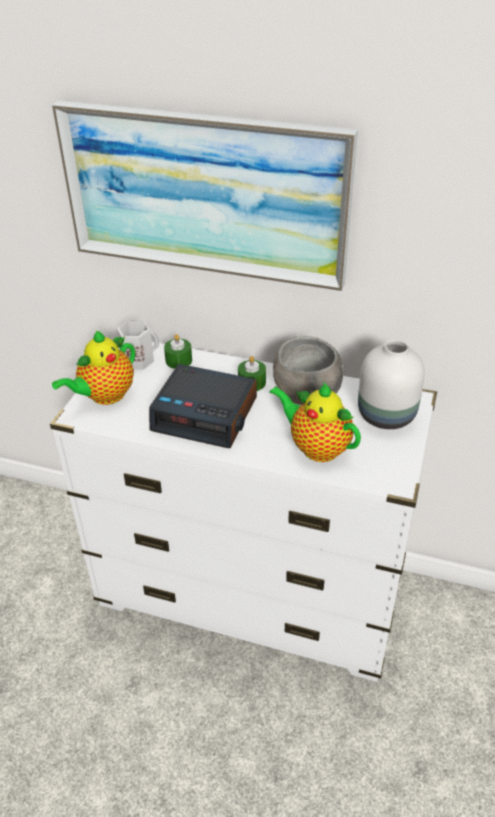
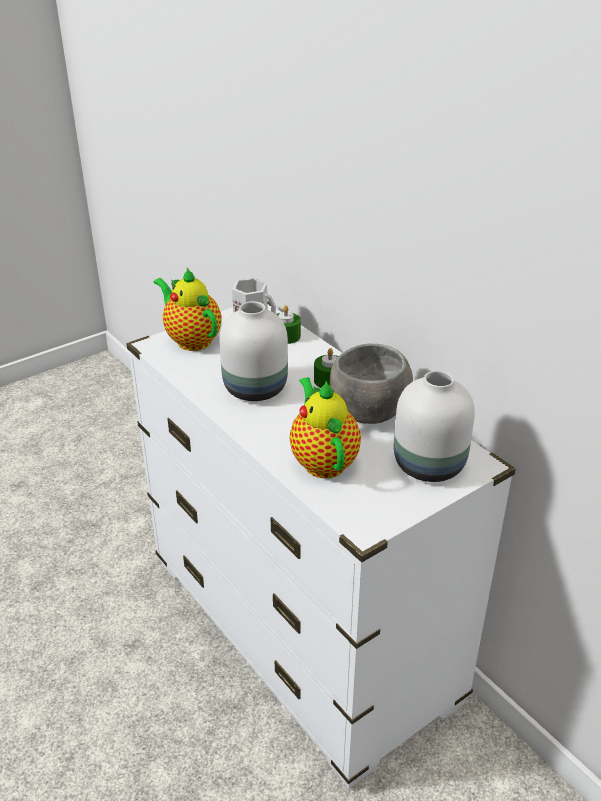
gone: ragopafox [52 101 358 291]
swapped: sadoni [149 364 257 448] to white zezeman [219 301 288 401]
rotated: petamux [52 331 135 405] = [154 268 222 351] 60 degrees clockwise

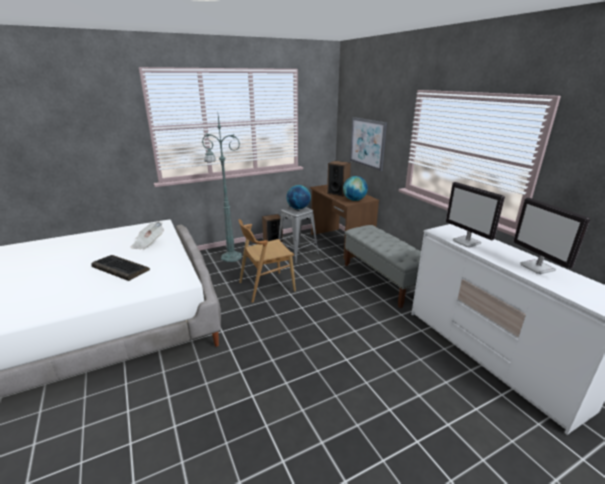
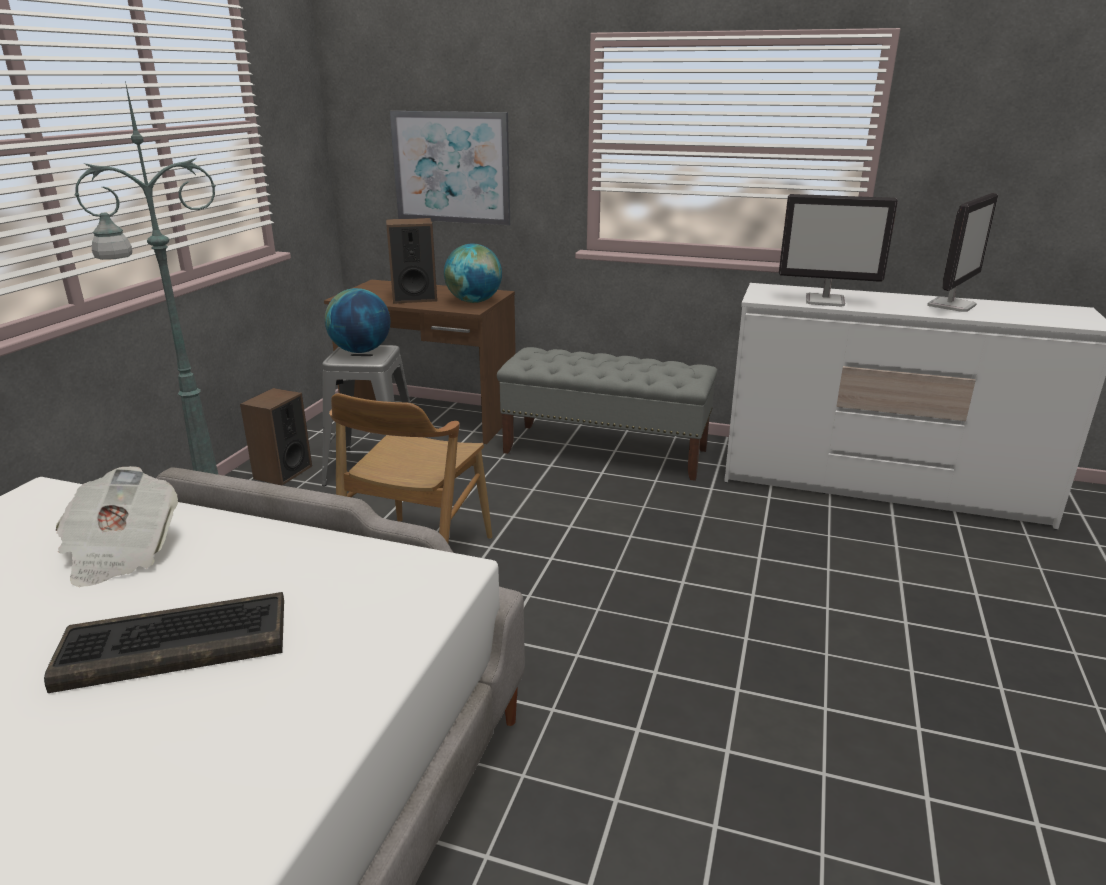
rotated: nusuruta [513 197 590 274] = [927 193 998 312] 75 degrees counterclockwise

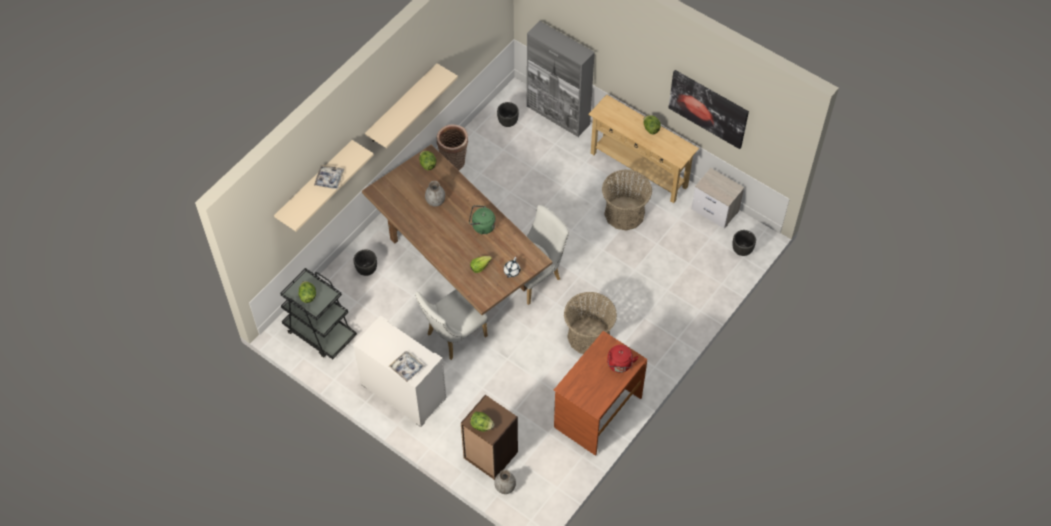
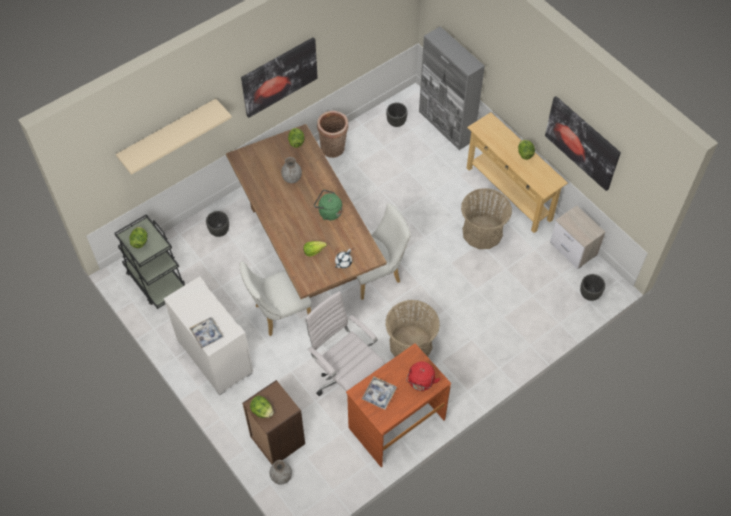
new: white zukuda [305 291 385 396]
shifted: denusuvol [314 165 344 189] to [362 377 397 410]
swapped: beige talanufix [365 63 458 148] to ragopafox [241 37 318 118]

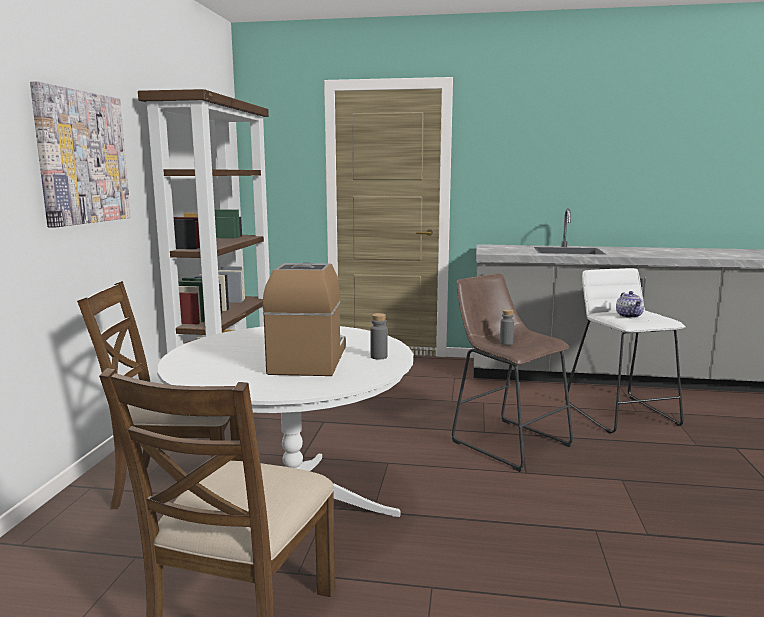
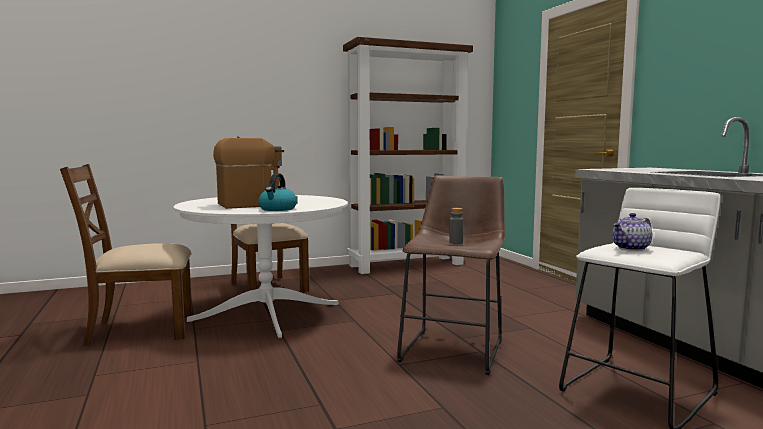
gone: ragopafox [30 81 131 228]
swapped: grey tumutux [370 313 388 360] to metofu [258 173 297 211]

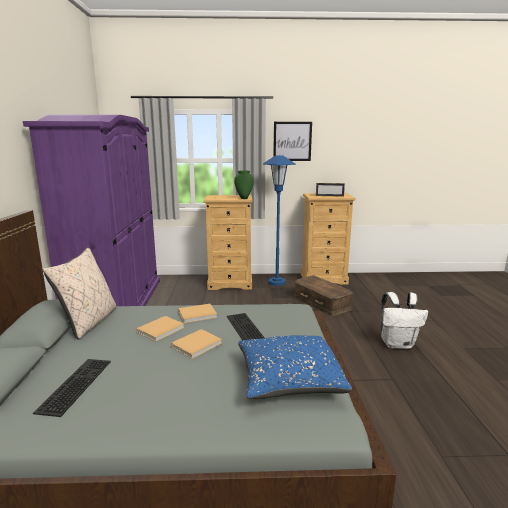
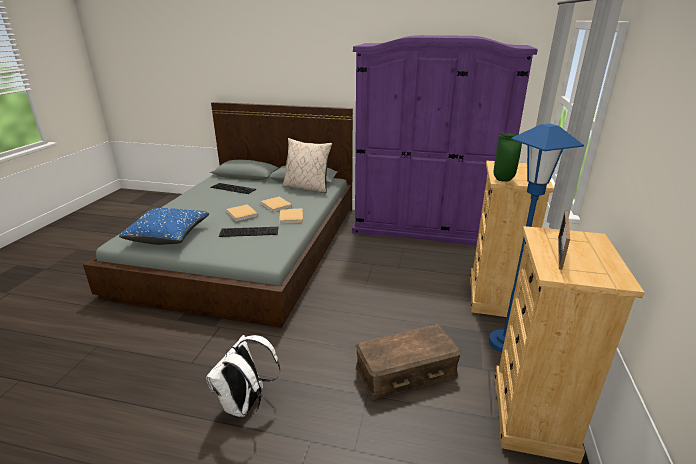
gone: ragopafox [273 122 312 161]

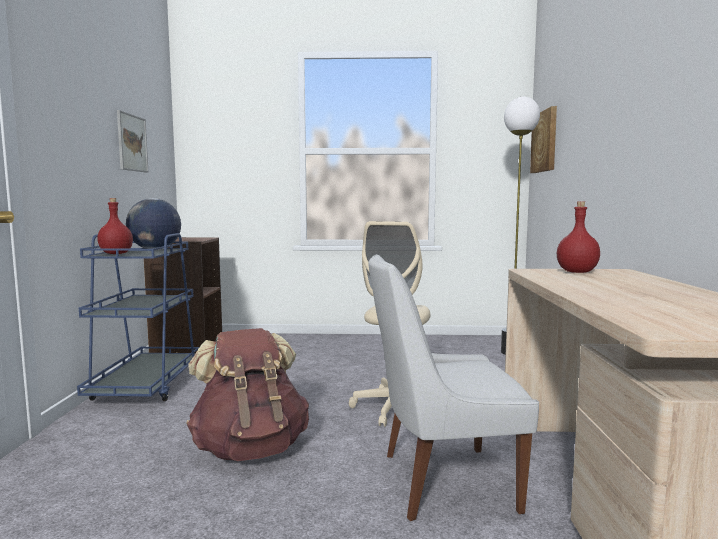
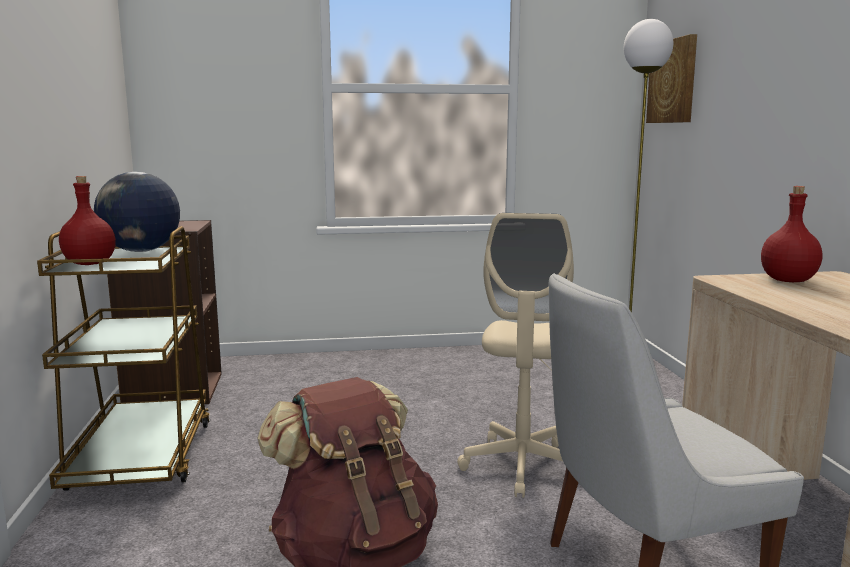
gone: ragopafox [117 110 148 173]
repainted: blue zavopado [77 233 199 401] to brown zavopado [37 226 210 491]

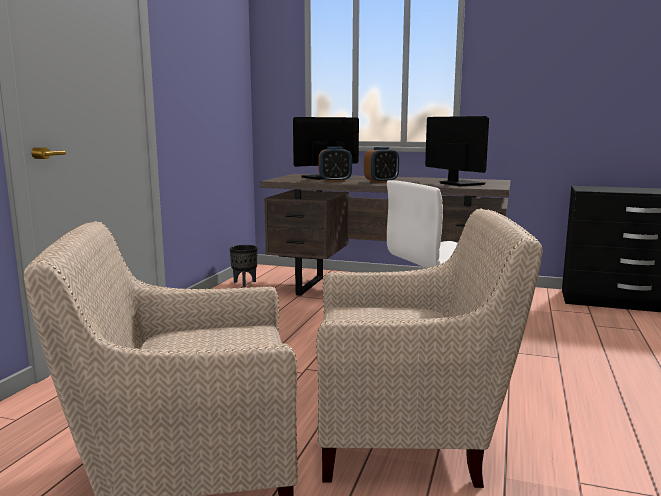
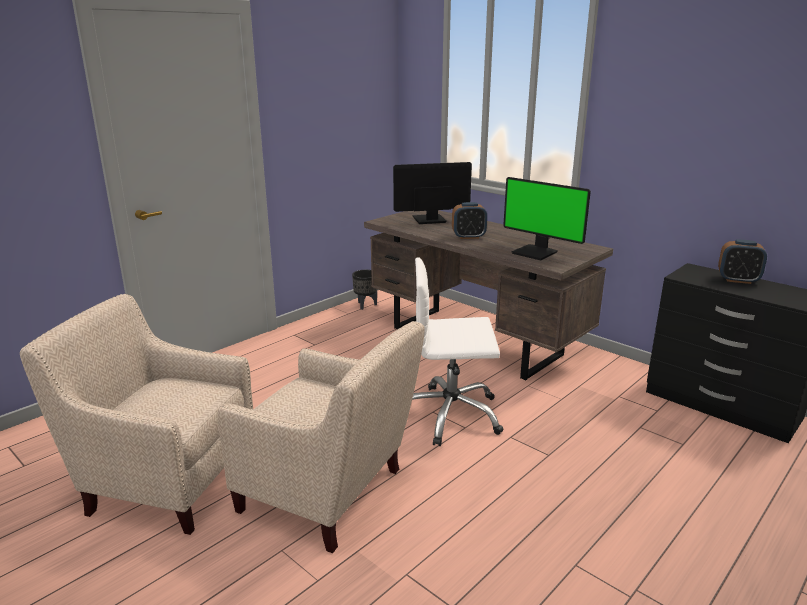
shifted: sadoni [318 147 352 182] to [718 240 767 284]
rotated: nusuruta [425 116 489 186] = [503 177 591 260] 135 degrees clockwise

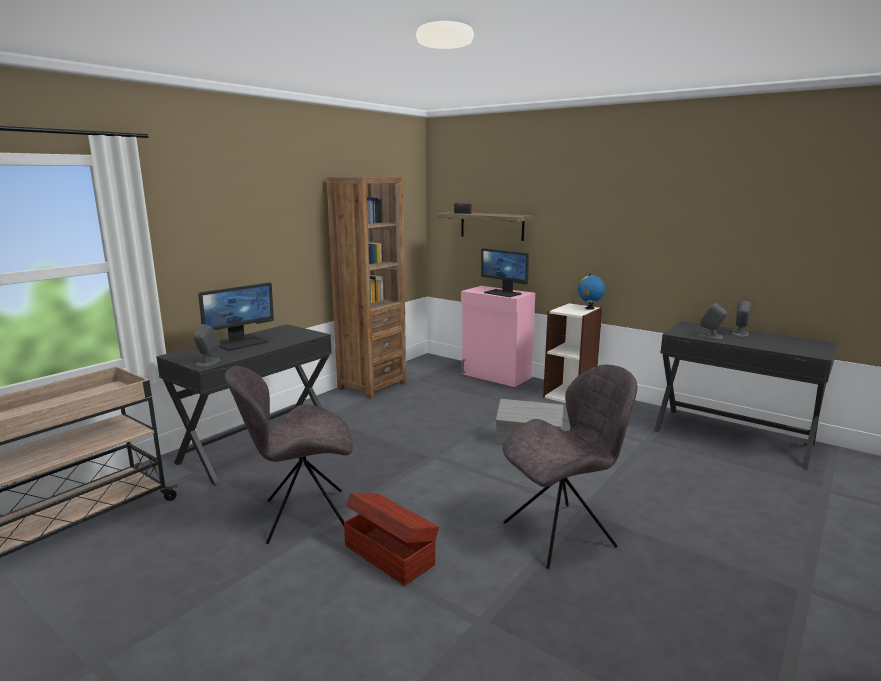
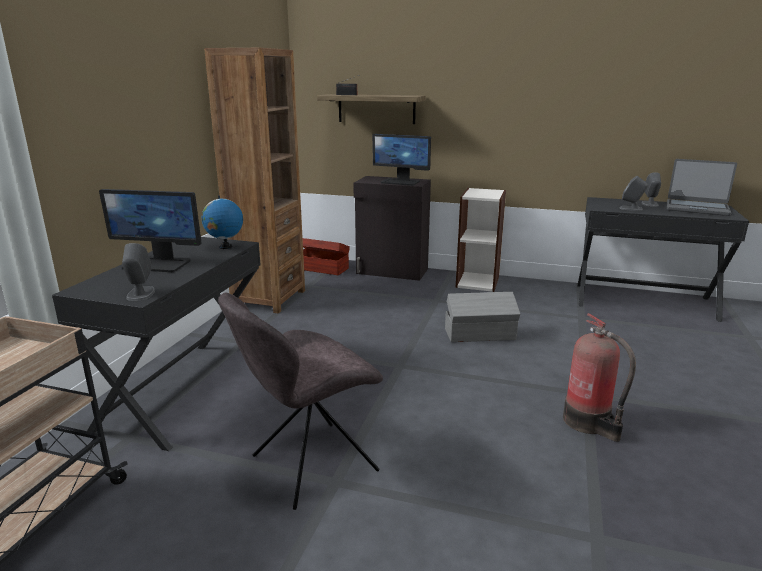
new: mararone [667 159 737 216]
shifted: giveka [578 273 605 309] to [202 195 243 249]; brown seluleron [344 493 439 586] to [303 238 350 275]
swapped: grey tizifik [503 365 638 569] to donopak [563 313 636 442]
repainted: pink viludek [461 286 535 387] to black viludek [353 176 431 281]
rotated: nusuruta [198 282 274 351] = [99 189 202 272] 75 degrees clockwise

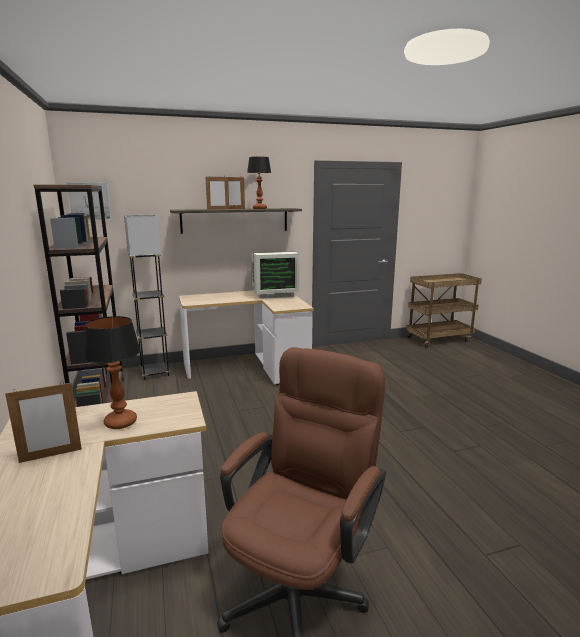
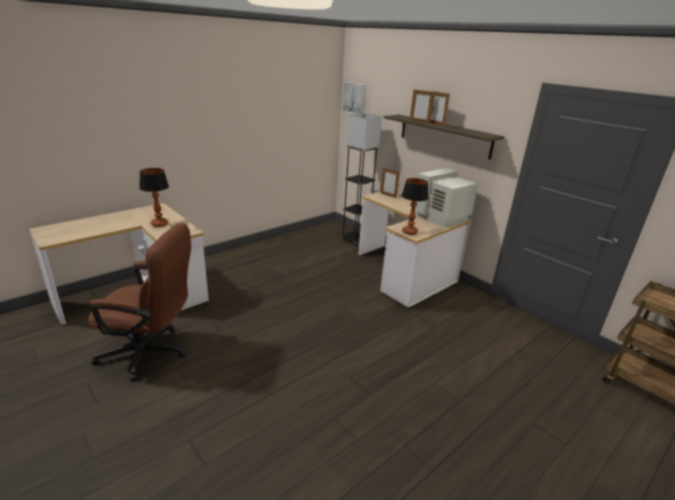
gone: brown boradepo [34 184 124 407]
shifted: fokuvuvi [5 382 82 463] to [380 168 400 198]; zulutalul [247 157 271 209] to [402 178 428 235]
rotated: nusuruta [251 252 299 299] = [415 168 478 228] 90 degrees clockwise

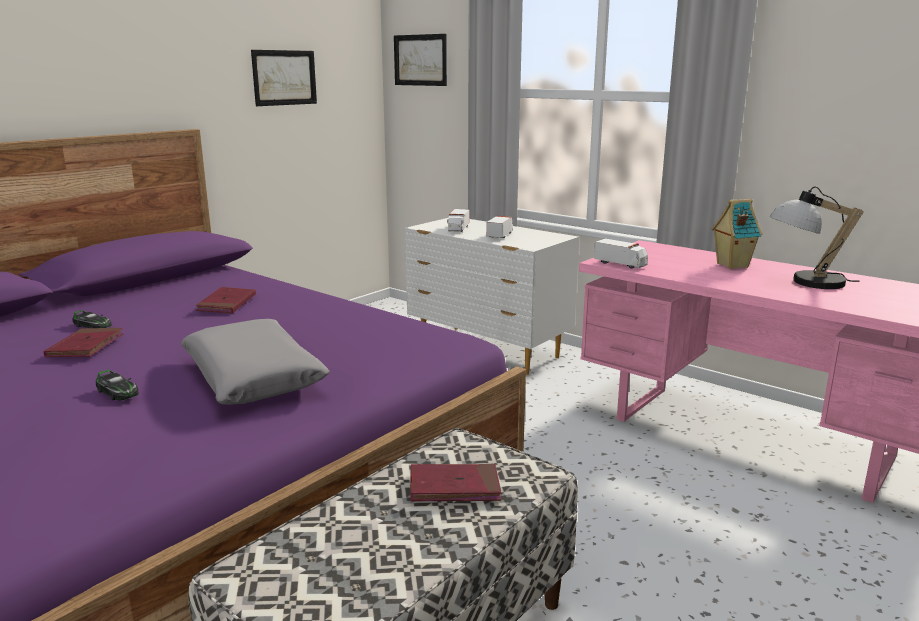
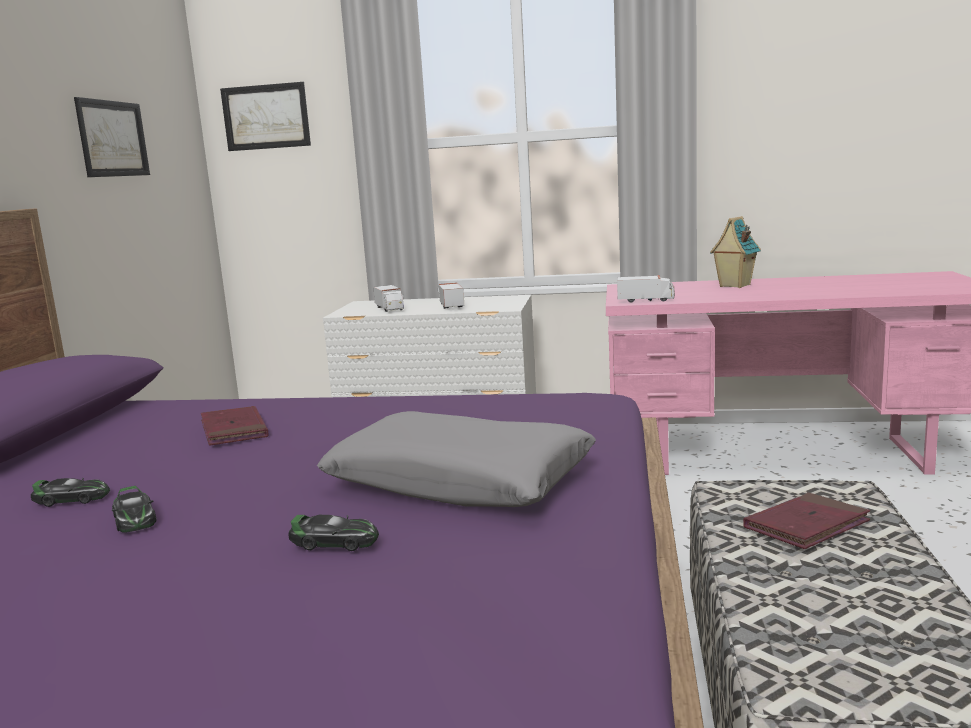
gone: zulutalul [769 186 864 289]
swapped: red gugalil [43 328 124 357] to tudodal [112 486 157 533]

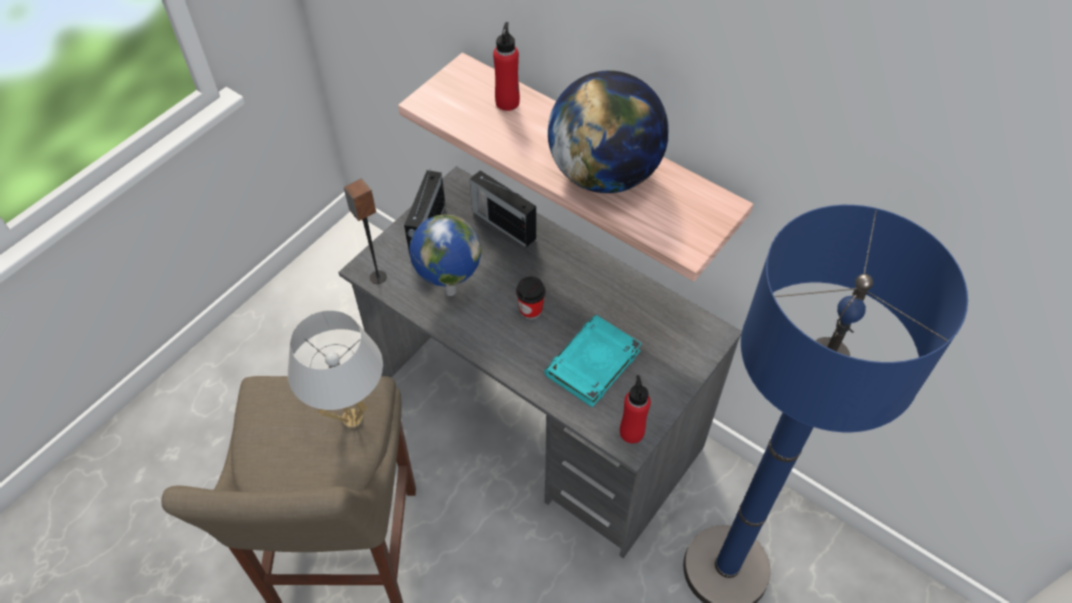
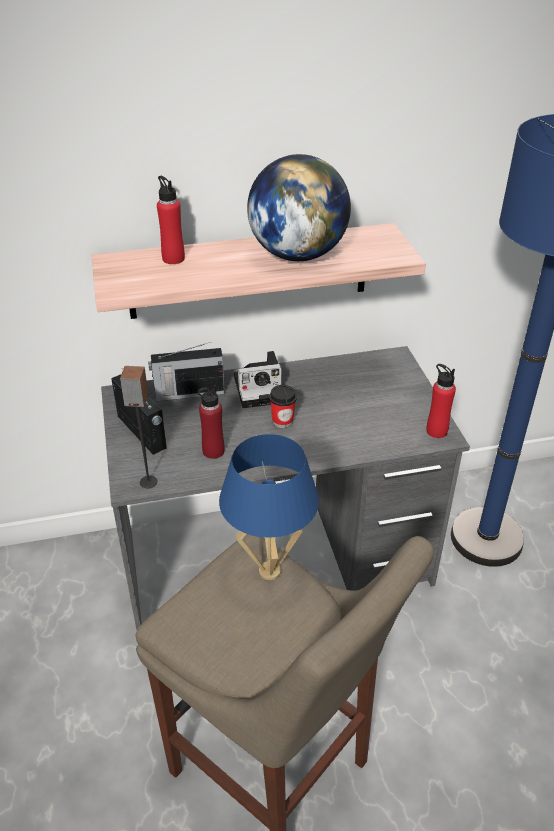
gone: turquoise gugalil [544 315 642 407]
new: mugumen [234 351 282 408]
swapped: giveka [409 214 482 296] to red tumutux [197 385 225 459]
repainted: white zulutalul [288 310 383 428] to blue zulutalul [219 434 319 580]

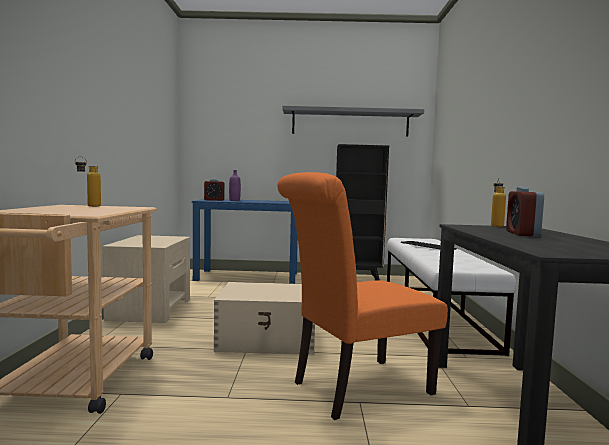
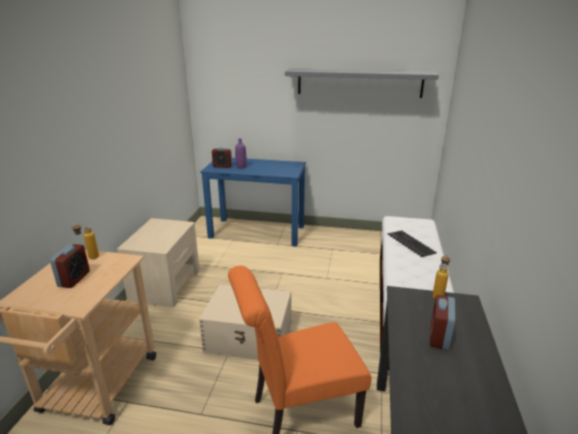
gone: black boradepo [336 144 389 281]
new: sadoni [50 244 90 288]

